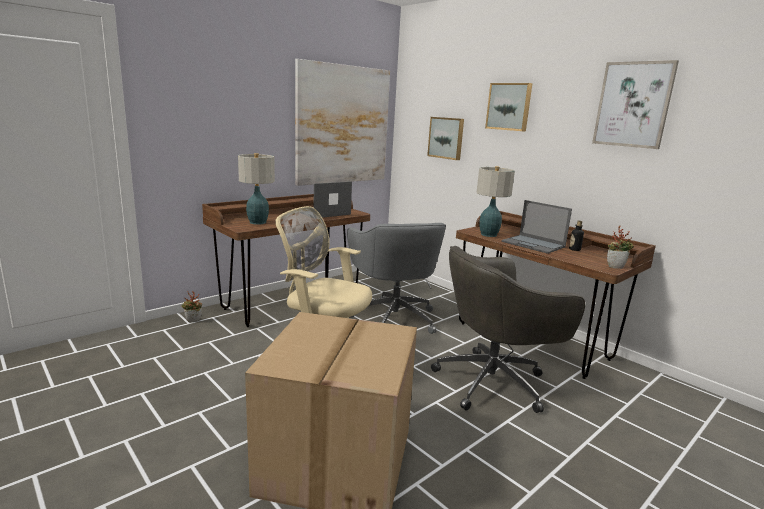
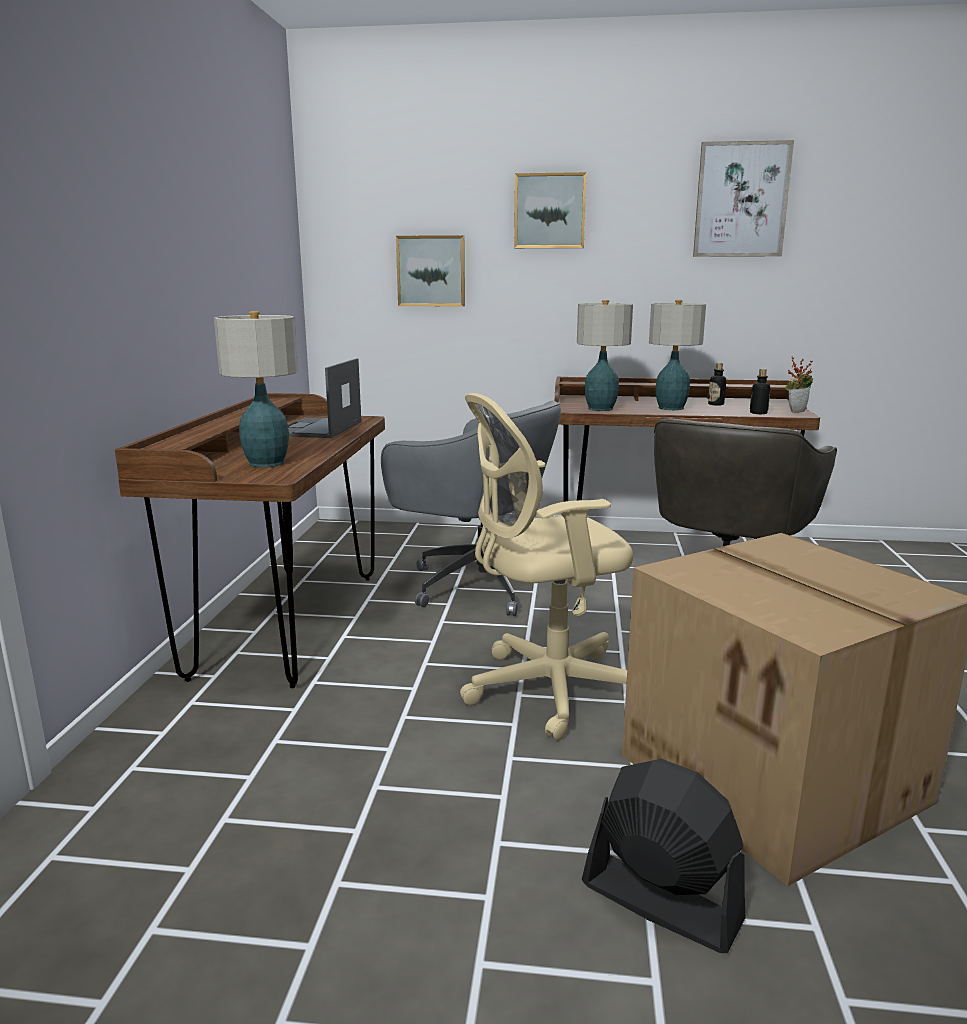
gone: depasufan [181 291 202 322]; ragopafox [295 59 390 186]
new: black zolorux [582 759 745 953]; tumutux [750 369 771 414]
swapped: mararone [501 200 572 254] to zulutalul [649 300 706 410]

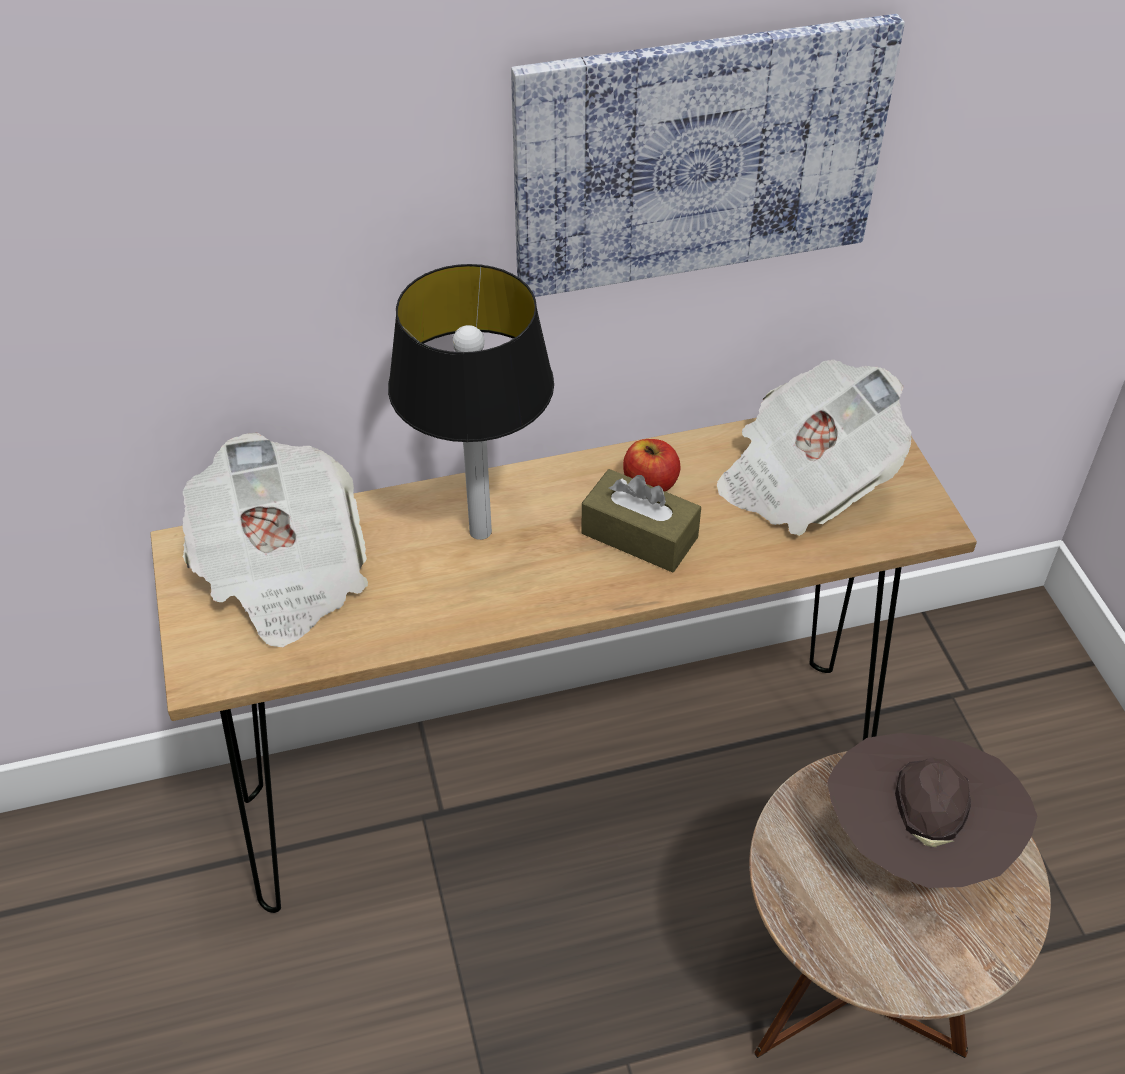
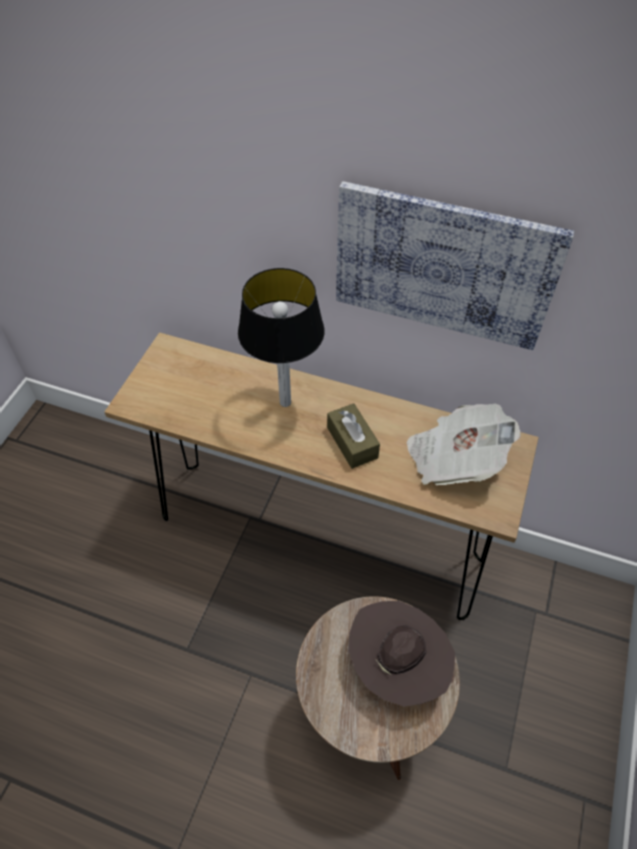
gone: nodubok [182 433 368 647]; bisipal [623 439 681 492]

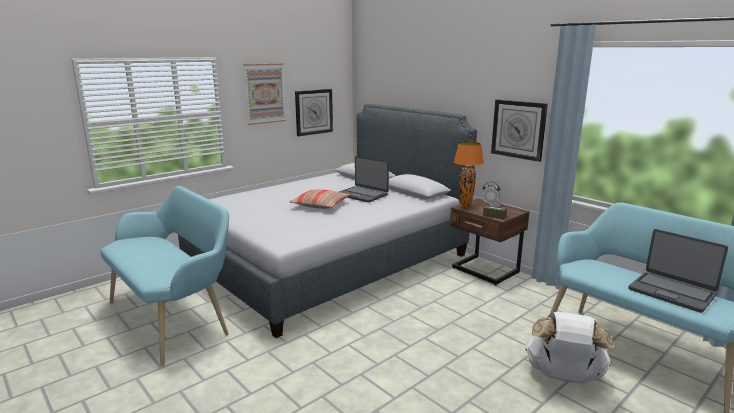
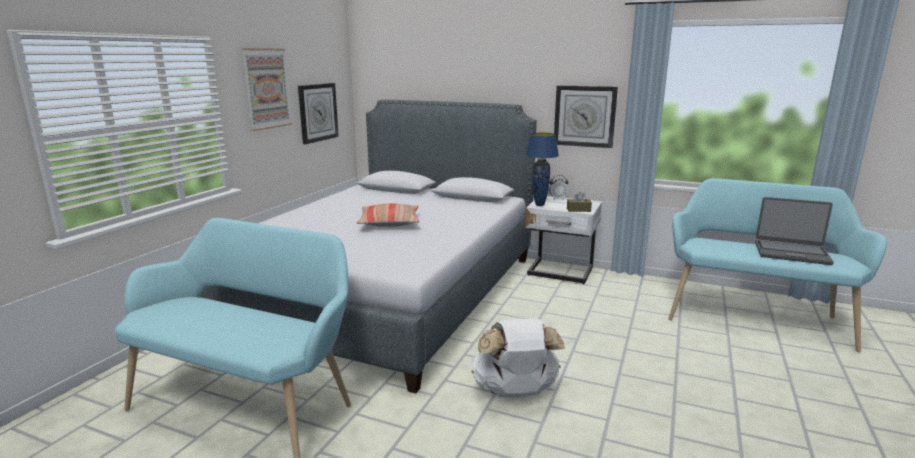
gone: mararone [339 156 389 203]
shifted: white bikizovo [525 312 614 384] to [471 318 565 397]
repainted: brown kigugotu [450 198 529 285] to white kigugotu [525 196 602 284]; orange zulutalul [454 142 484 208] to blue zulutalul [526 133 559 206]

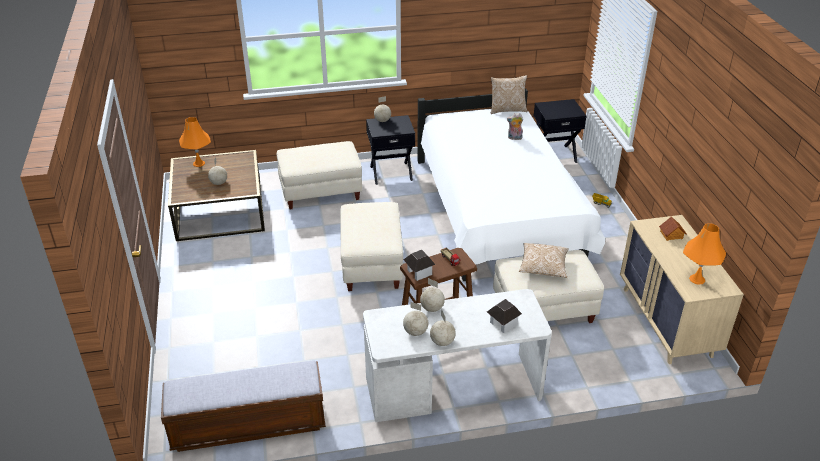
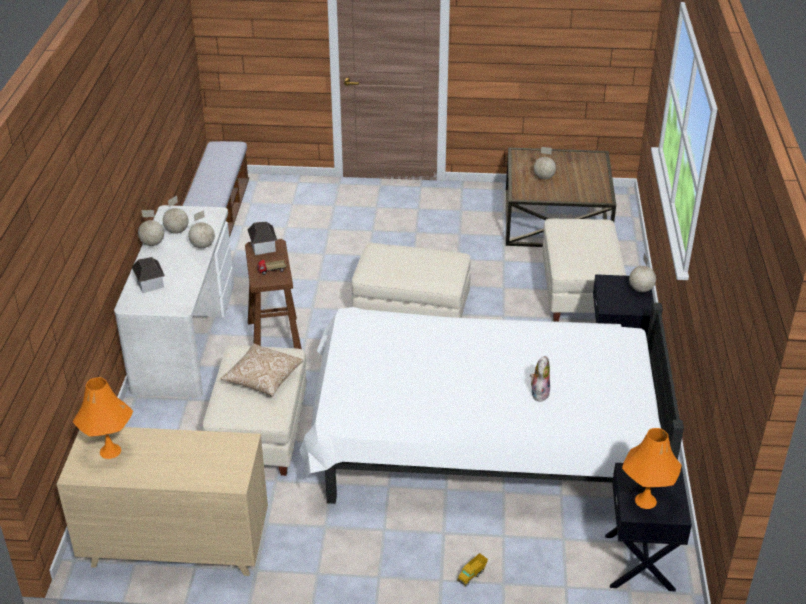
gone: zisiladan [490 75 528 114]; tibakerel [659 216 687 241]
shifted: orange zulutalul [179 117 211 167] to [622 428 682 509]

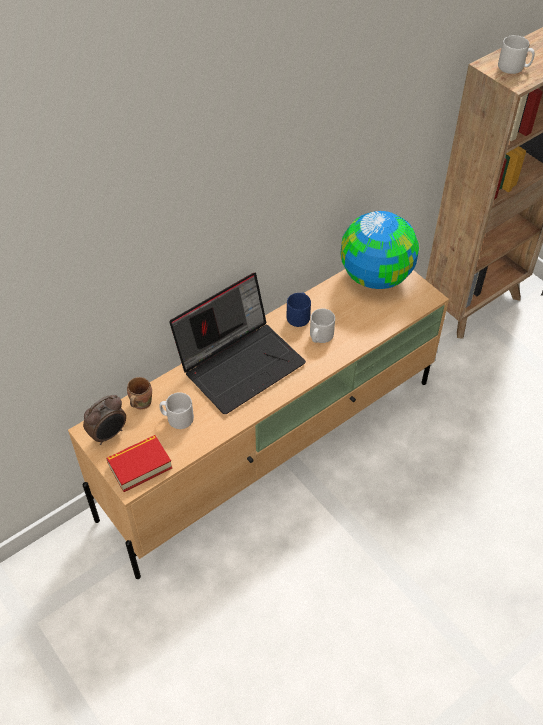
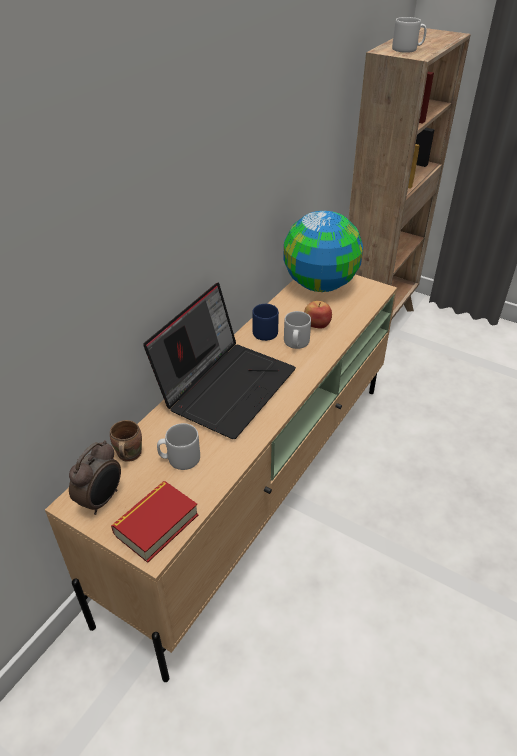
new: bisipal [304 301 332 328]

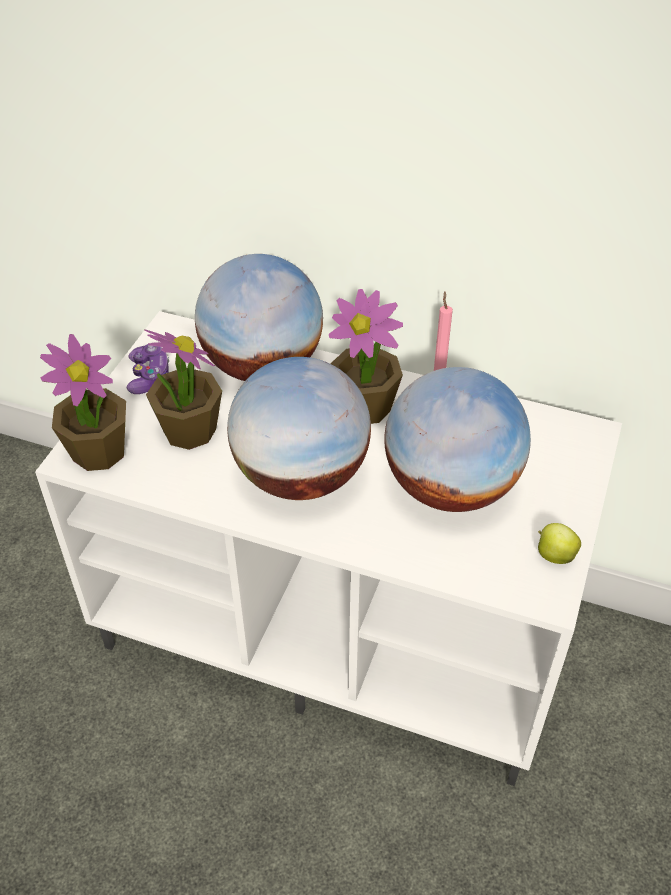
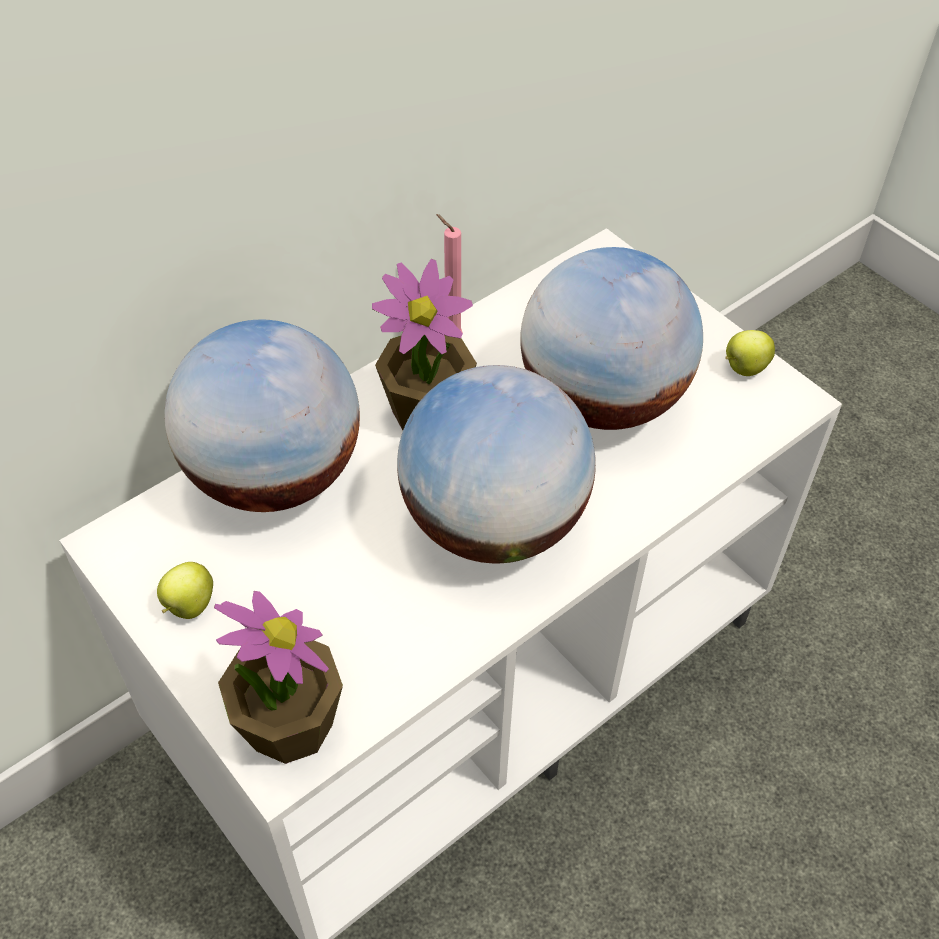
gone: depasufan [144 329 222 450]
swapped: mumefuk [127 344 169 394] to bisipal [157 562 213 619]

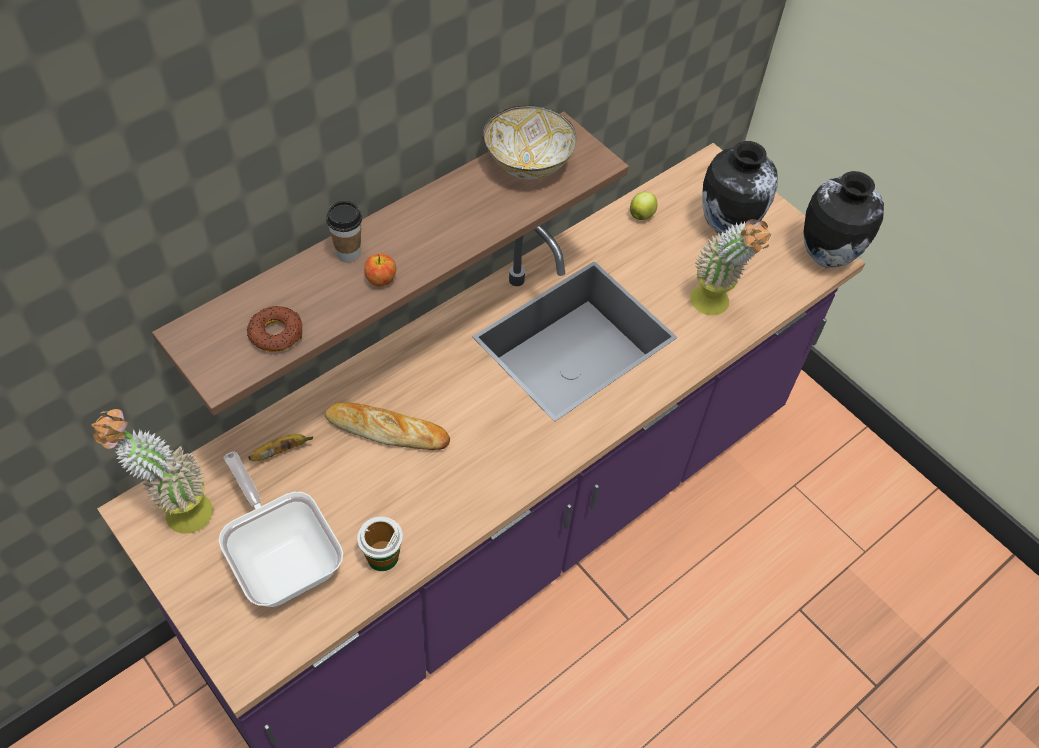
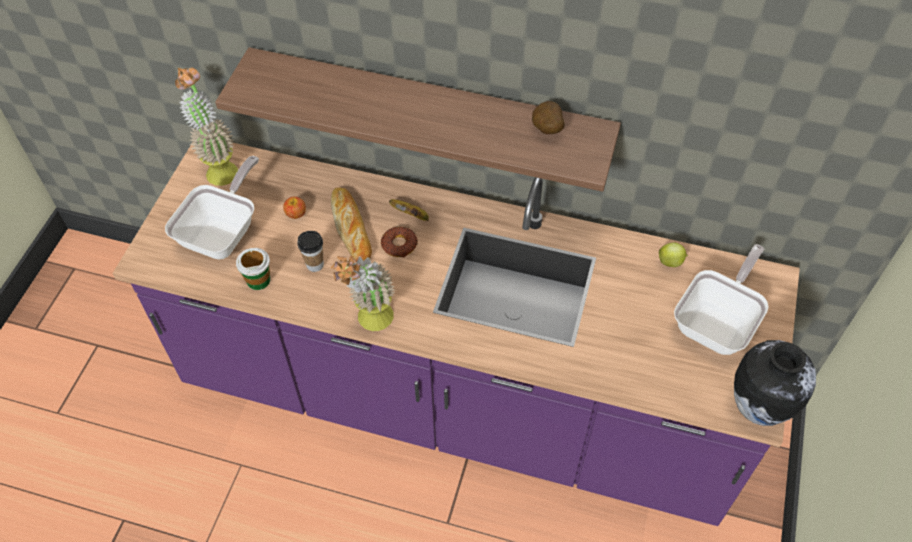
shifted: bisipal [364 253 396 287] to [283 196 306 219]; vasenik [326 201 362 263] to [297 231 324 272]; depasufan [690 219 771 315] to [330 255 394 331]; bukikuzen [247 306 302 352] to [381 227 418 257]; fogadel [248 434 313 461] to [389 199 429 221]
swapped: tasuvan [483 105 576 179] to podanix [532 101 565 134]; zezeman [702 141 778 235] to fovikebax [674 244 769 355]

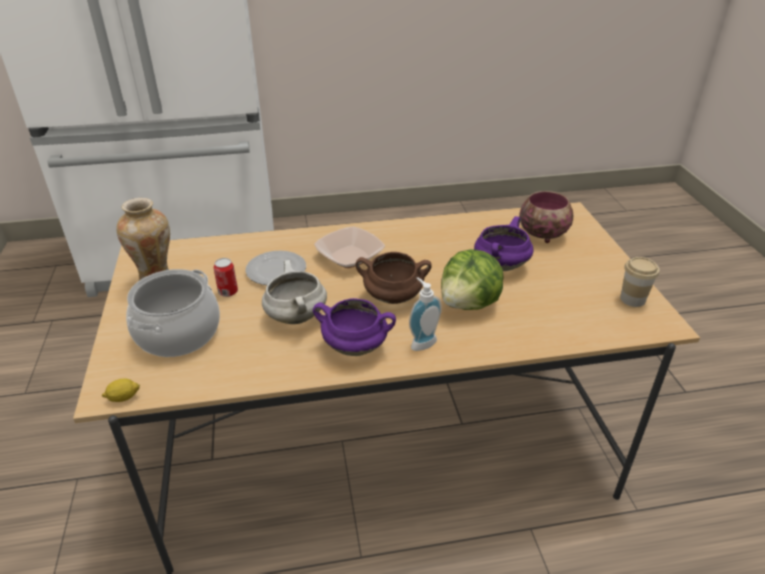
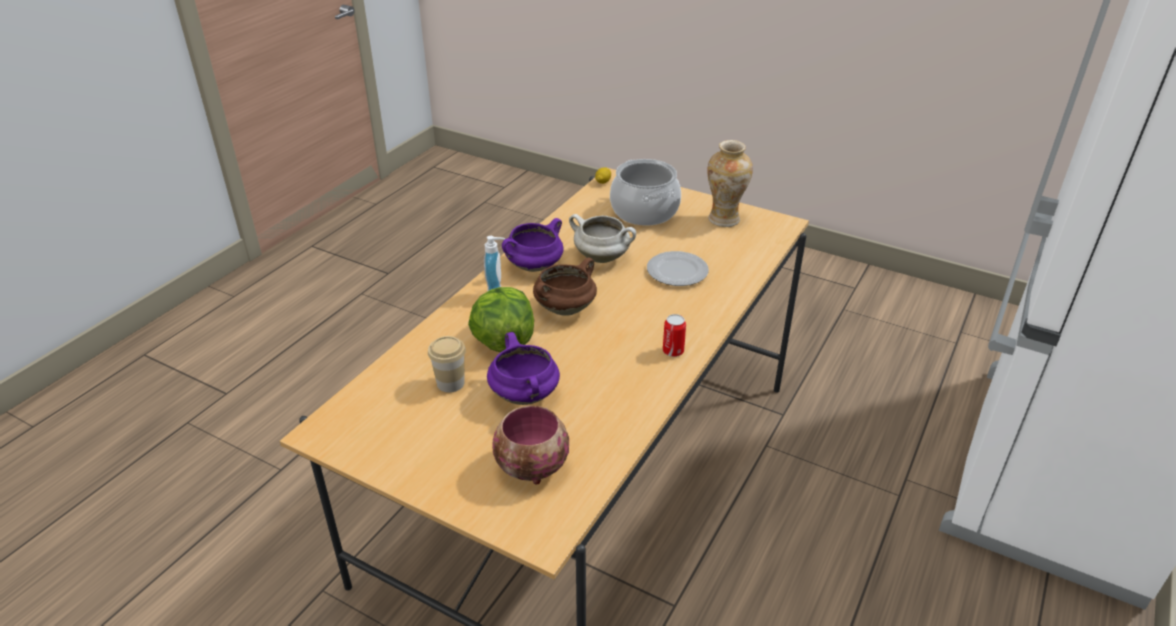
gone: tasuvan [314 226 385 268]
shifted: vasenik [620 257 660 307] to [428 336 466 393]; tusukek [214 258 238 297] to [663 314 686 357]

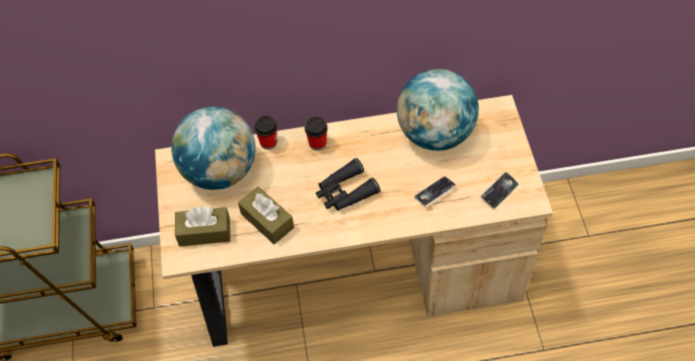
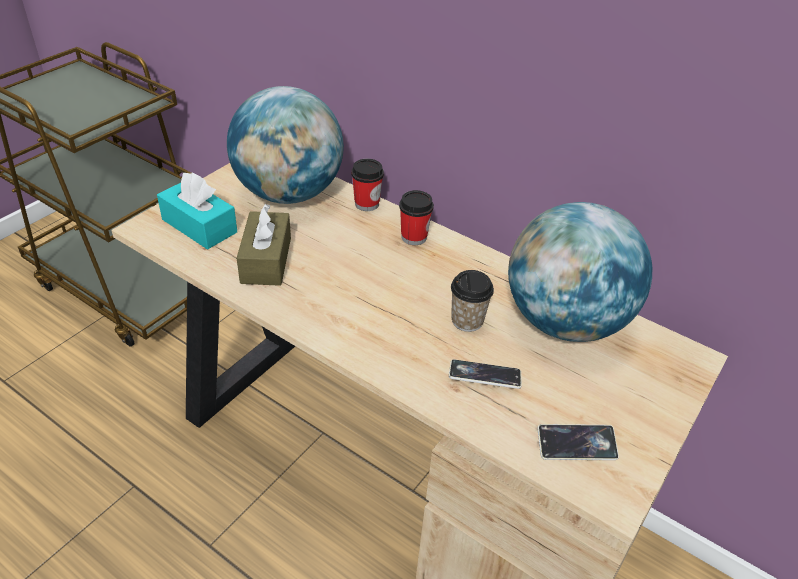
gone: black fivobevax [316 158 380 211]
new: vasenik [451 270 494 332]
repainted: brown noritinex [175 206 230 247] to turquoise noritinex [157 172 237 249]

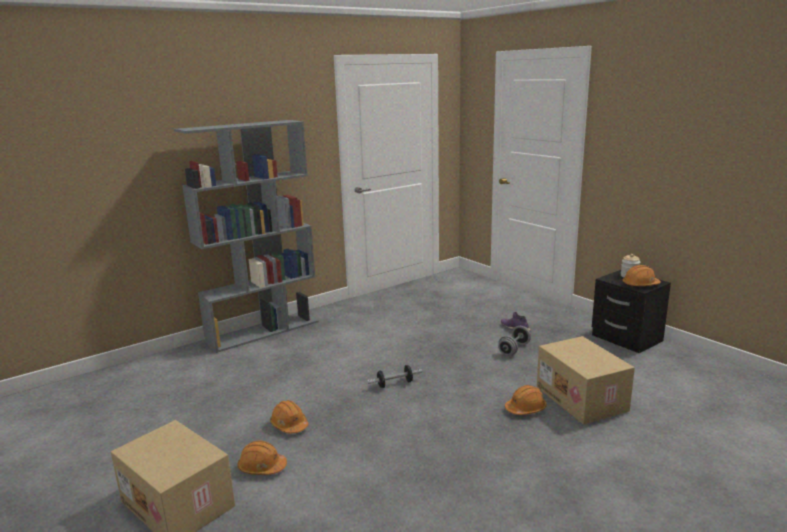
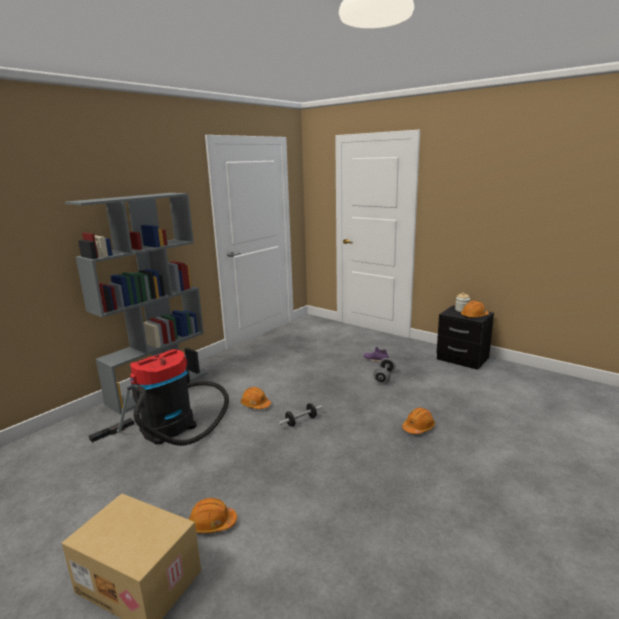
gone: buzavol [537 336 635 424]
new: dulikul [89 349 229 446]
shifted: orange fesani [270 400 308 434] to [241 387 271 409]

